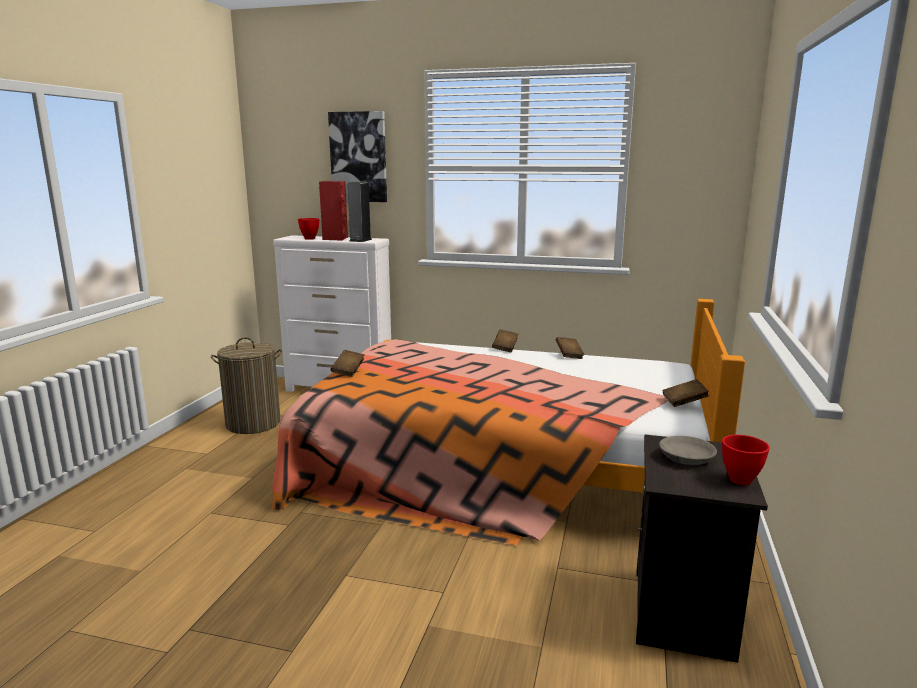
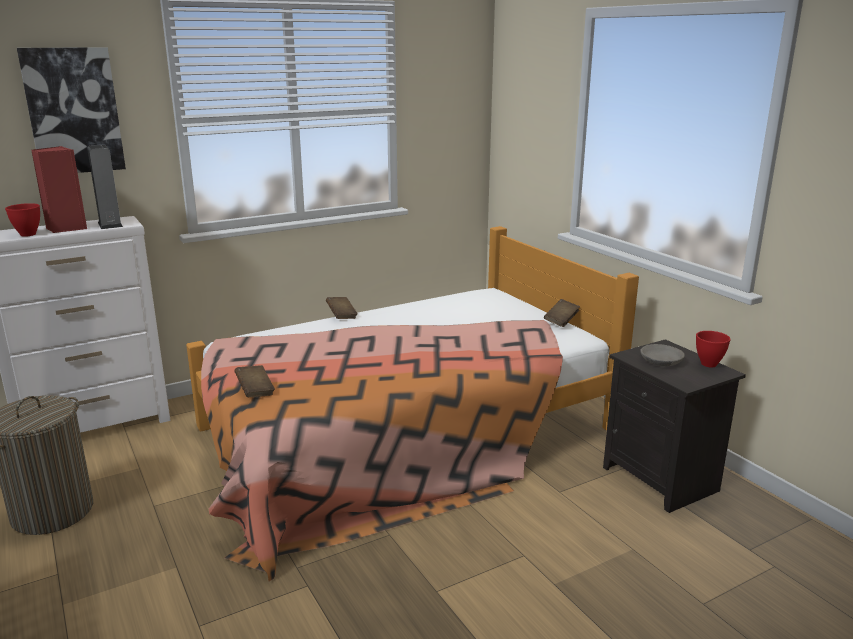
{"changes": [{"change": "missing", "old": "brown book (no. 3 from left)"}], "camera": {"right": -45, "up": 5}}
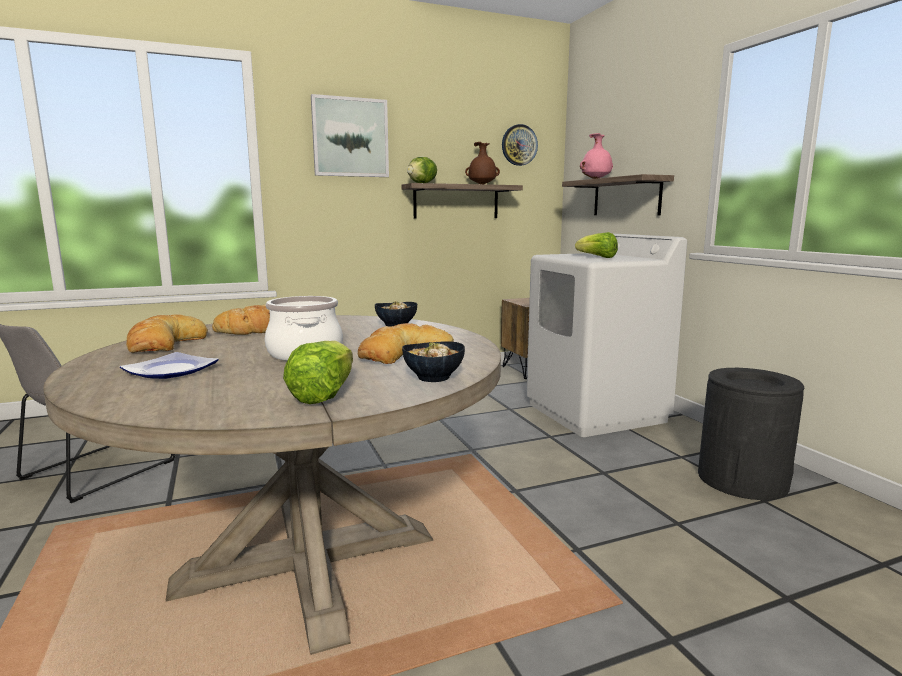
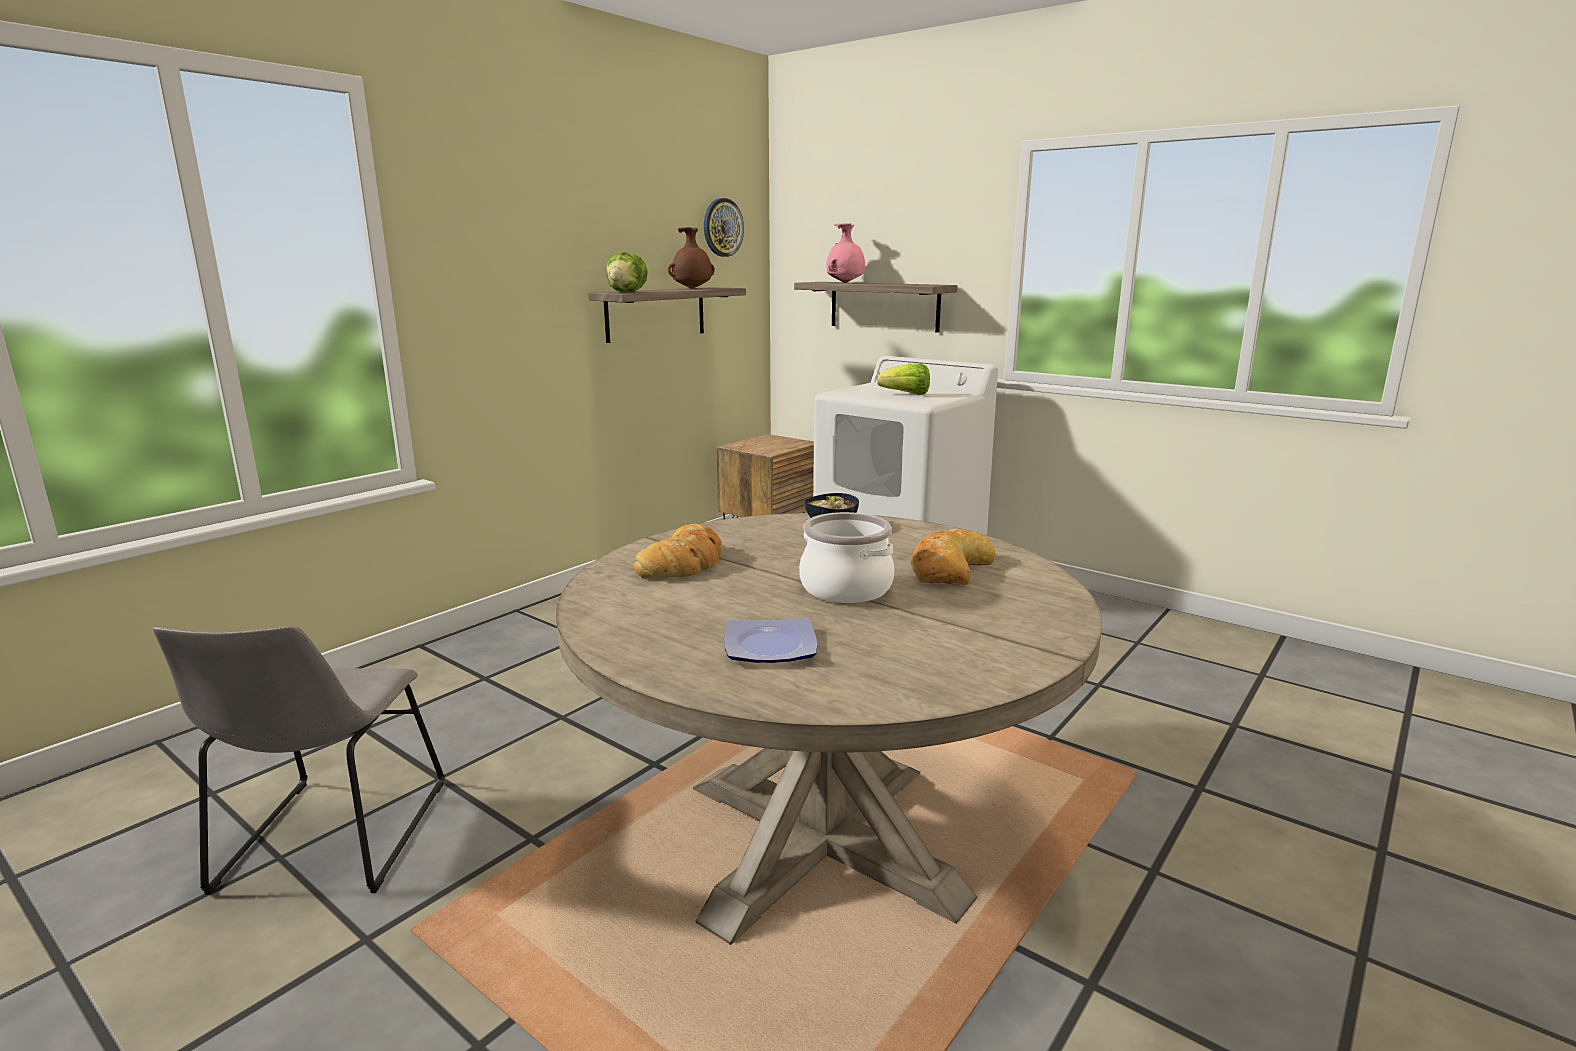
{"changes": [{"change": "missing", "old": "bread (no. 1 from left)"}, {"change": "missing", "old": "lettuce (no. 1 from left)"}, {"change": "missing", "old": "picture"}, {"change": "missing", "old": "bowl (no. 2 from left)"}, {"change": "missing", "old": "black trash can"}], "camera": {"right": -30, "up": 5}}
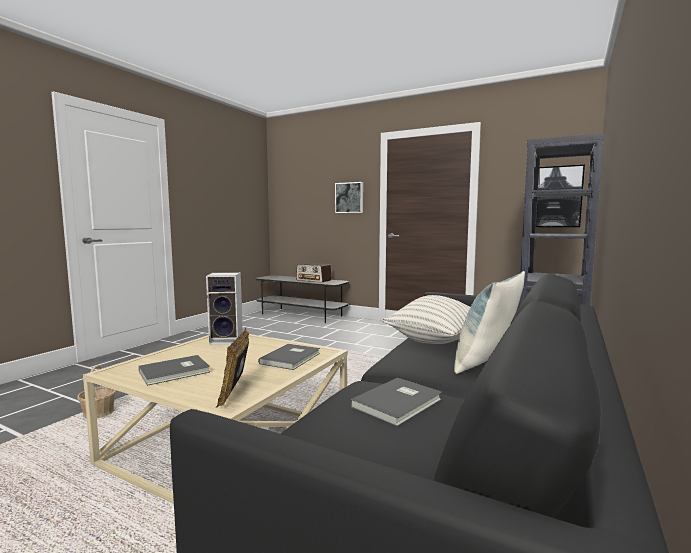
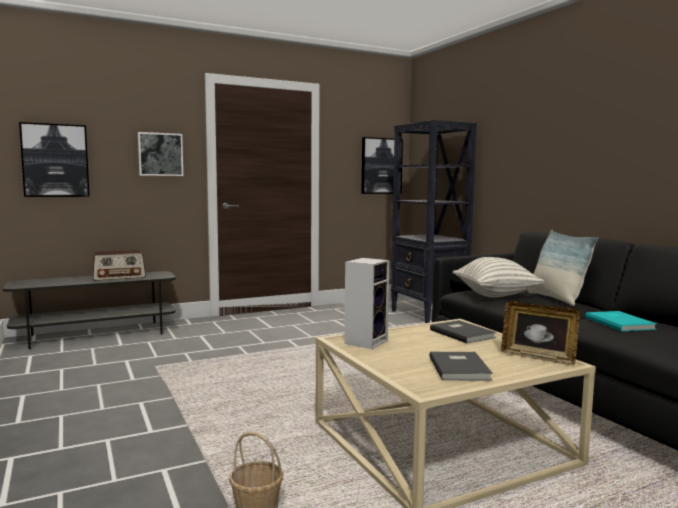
{"changes": [{"change": "appeared", "new": "picture (no. 1 from left)"}, {"change": "colour", "old": "grey book (no. 3 from left)", "new": "turquoise book"}], "camera": {"right": -55, "up": 0}}
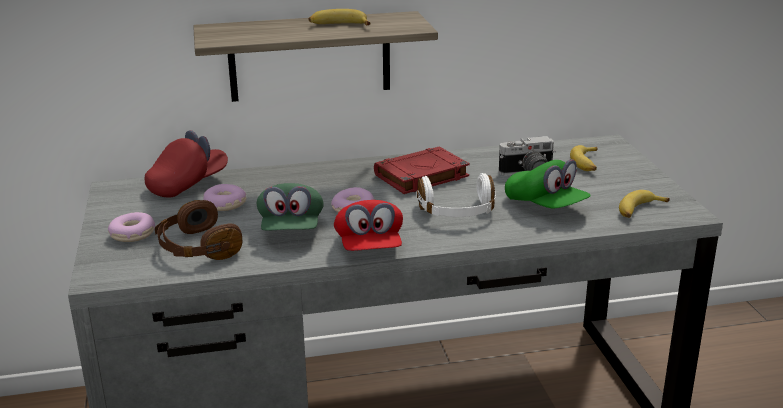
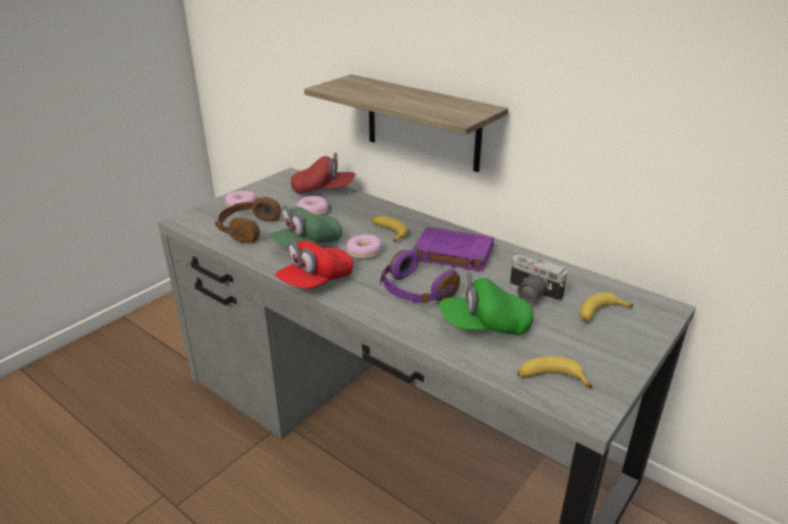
{"changes": [{"change": "relocated", "old": "banana (no. 1 from left)"}, {"change": "colour", "old": "white headphones", "new": "purple headphones"}, {"change": "colour", "old": "red book", "new": "purple book"}, {"change": "spun", "old": "green cap (no. 2 from left)", "degrees": 75}], "camera": {"right": 50, "up": 5}}
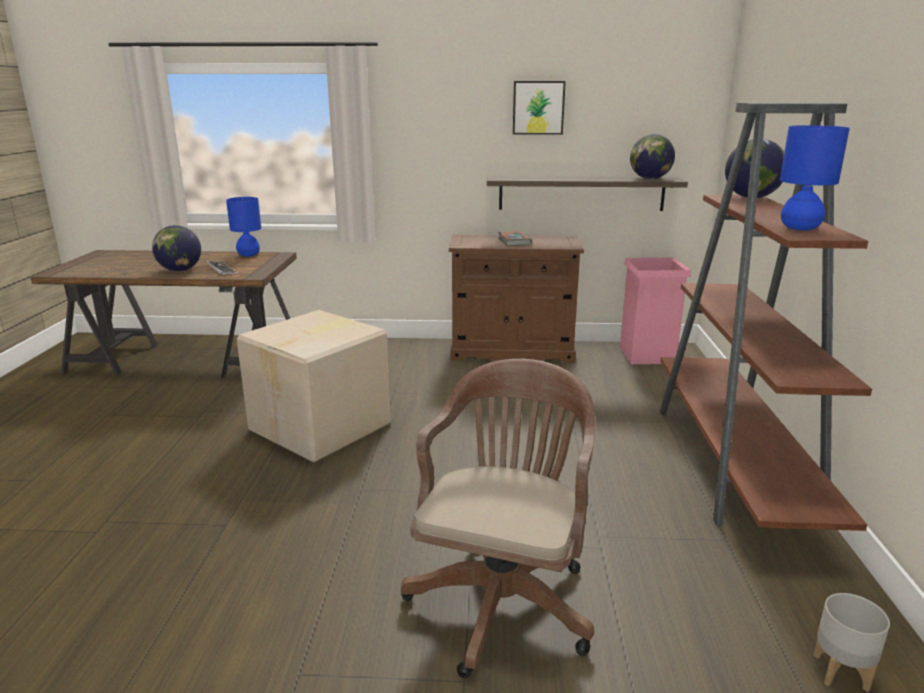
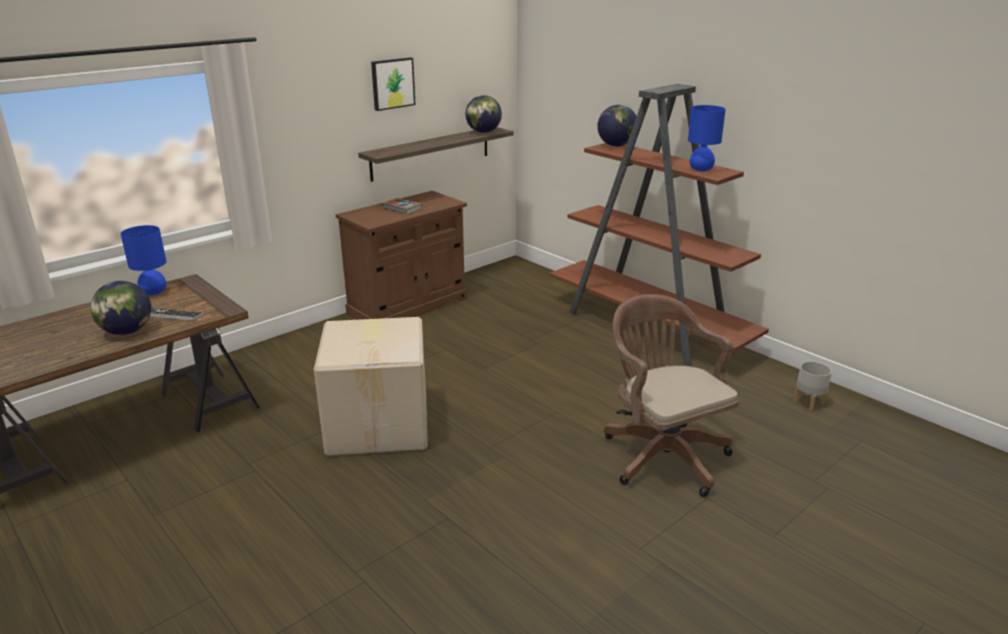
{"changes": [{"change": "missing", "old": "pink trash can"}], "camera": {"right": -45, "up": 5}}
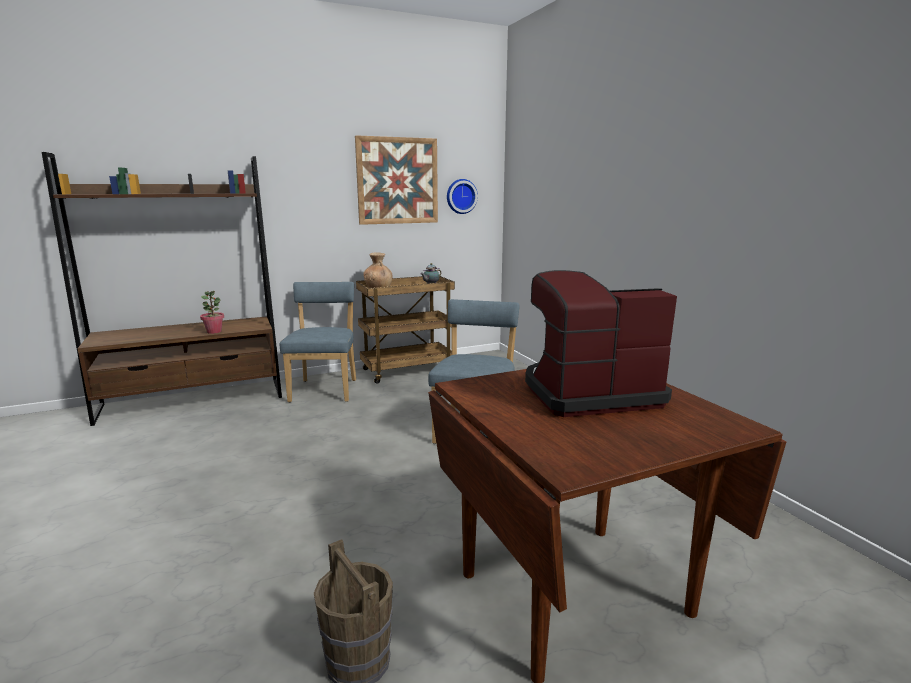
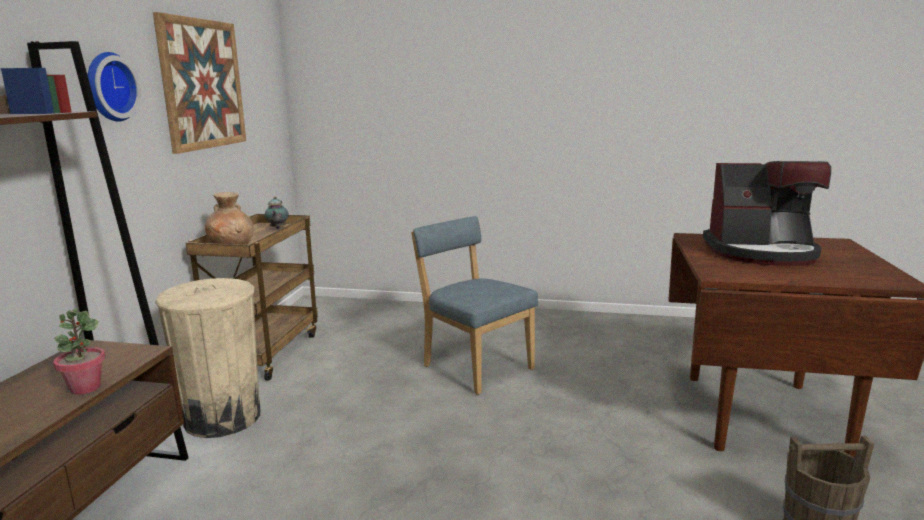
{"changes": [{"change": "relocated", "old": "wall clock"}, {"change": "exchanged", "old": "blue chair (no. 1 from left)", "new": "beige trash can"}, {"change": "spun", "old": "coffee machine", "degrees": -105}], "camera": {"right": -55, "up": 0}}
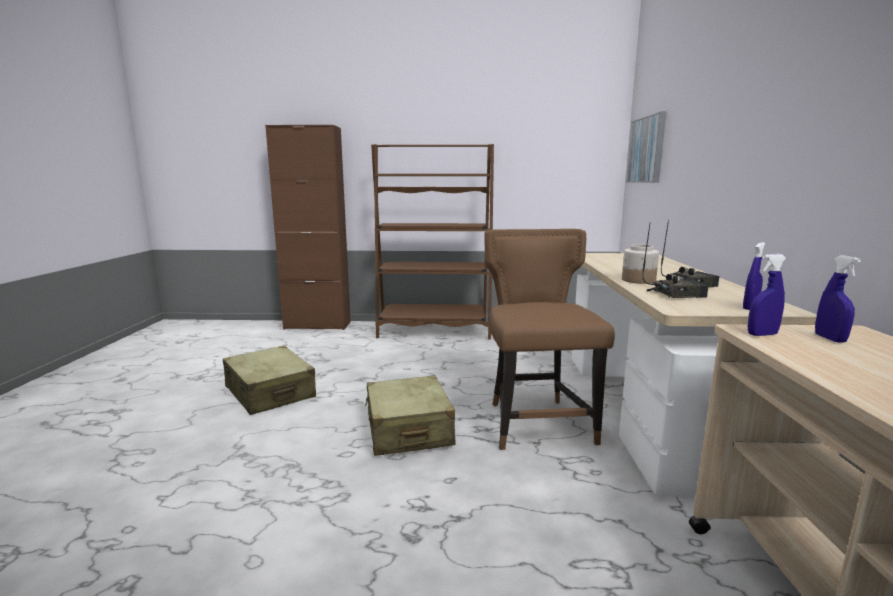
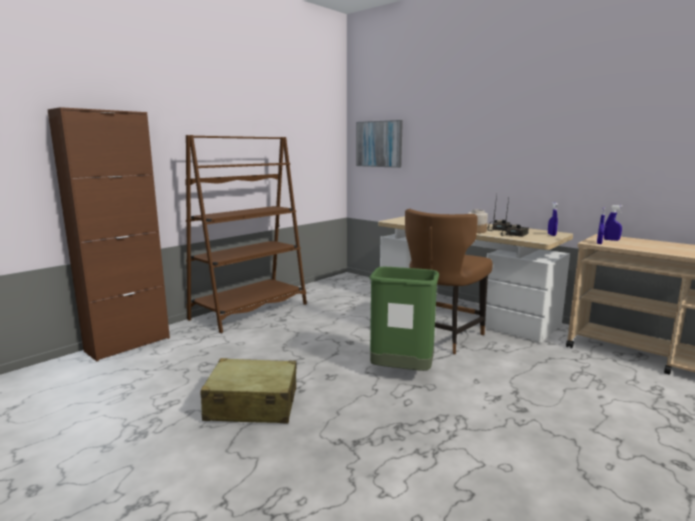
{"changes": [{"change": "exchanged", "old": "beige suitcase (no. 2 from left)", "new": "green trash can"}, {"change": "spun", "old": "brown chair", "degrees": -90}], "camera": {"right": -50, "up": 0}}
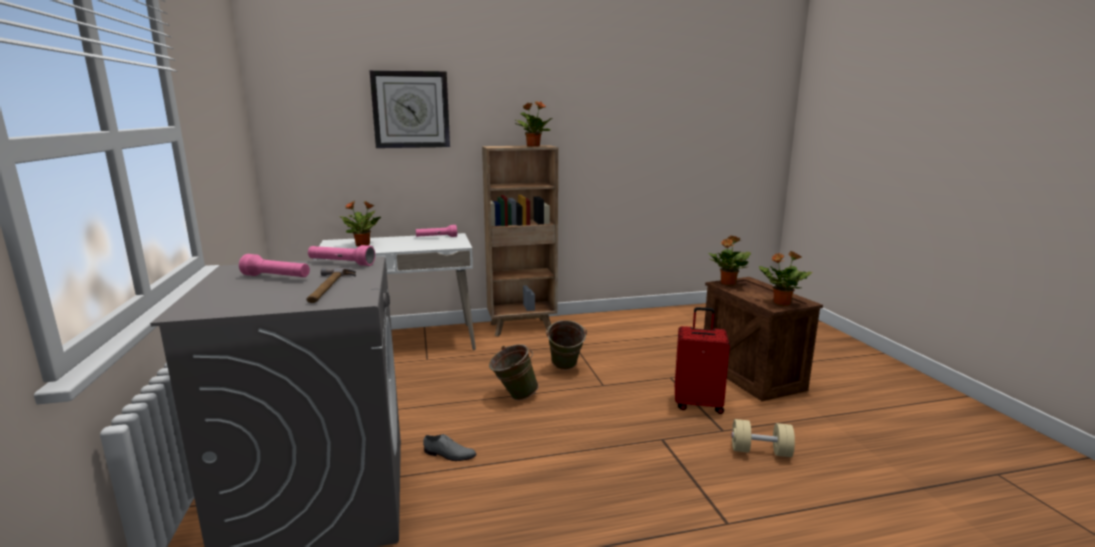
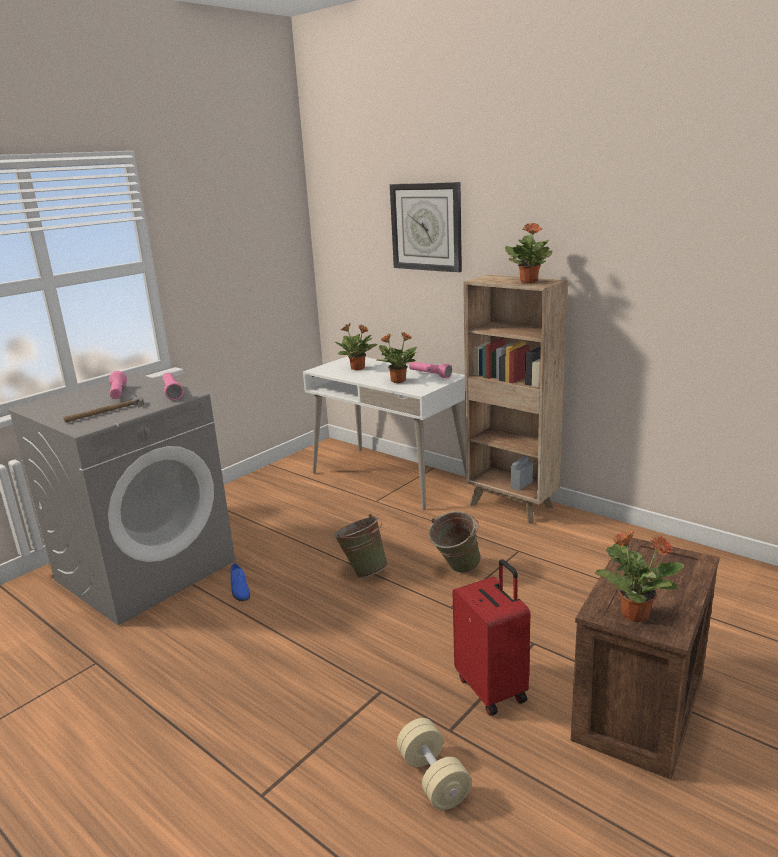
{"changes": [{"change": "colour", "old": "grey shoe", "new": "blue shoe"}, {"change": "relocated", "old": "potted plant (no. 3 from left in the first image)", "new": "potted plant (no. 2 from left)"}], "camera": {"right": 55, "up": 5}}
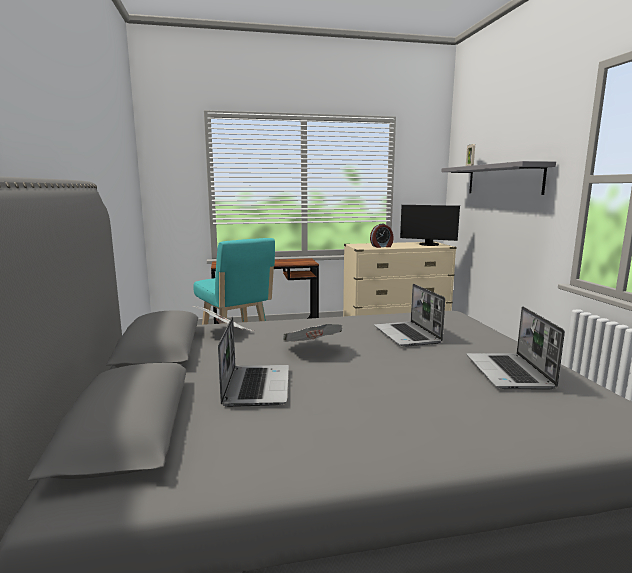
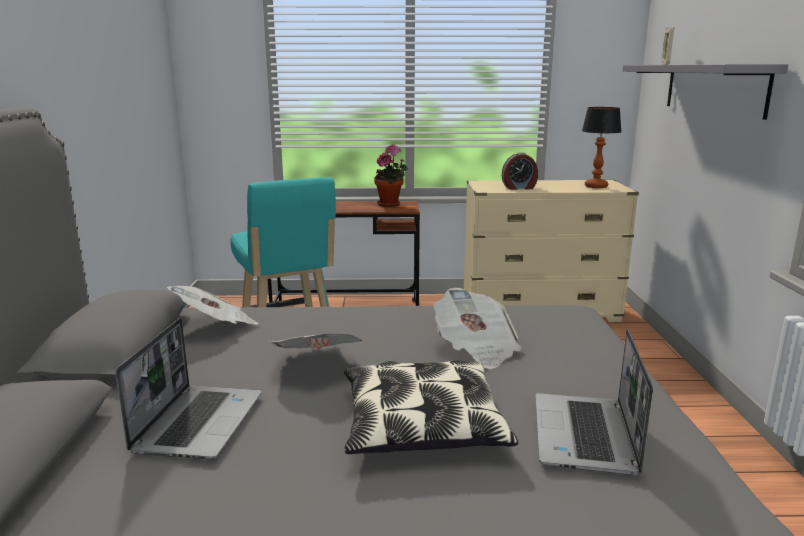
{"changes": [{"change": "appeared", "new": "pillow"}, {"change": "appeared", "new": "potted plant"}, {"change": "exchanged", "old": "laptop (no. 2 from left)", "new": "newspaper (no. 3 from left)"}, {"change": "exchanged", "old": "monitor", "new": "table lamp"}], "camera": {"right": 10, "up": 5}}
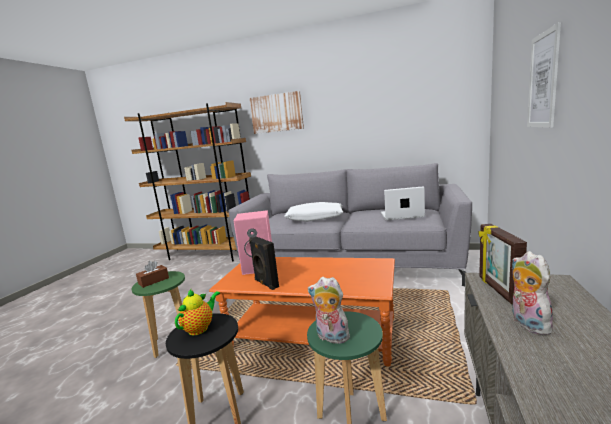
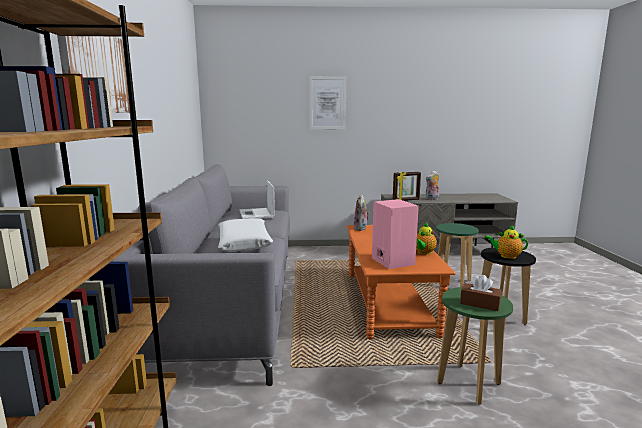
{"changes": [{"change": "relocated", "old": "plush toy (no. 1 from left)"}, {"change": "exchanged", "old": "black speaker", "new": "teapot (no. 1 from left)"}], "camera": {"right": -110, "up": 0}}
